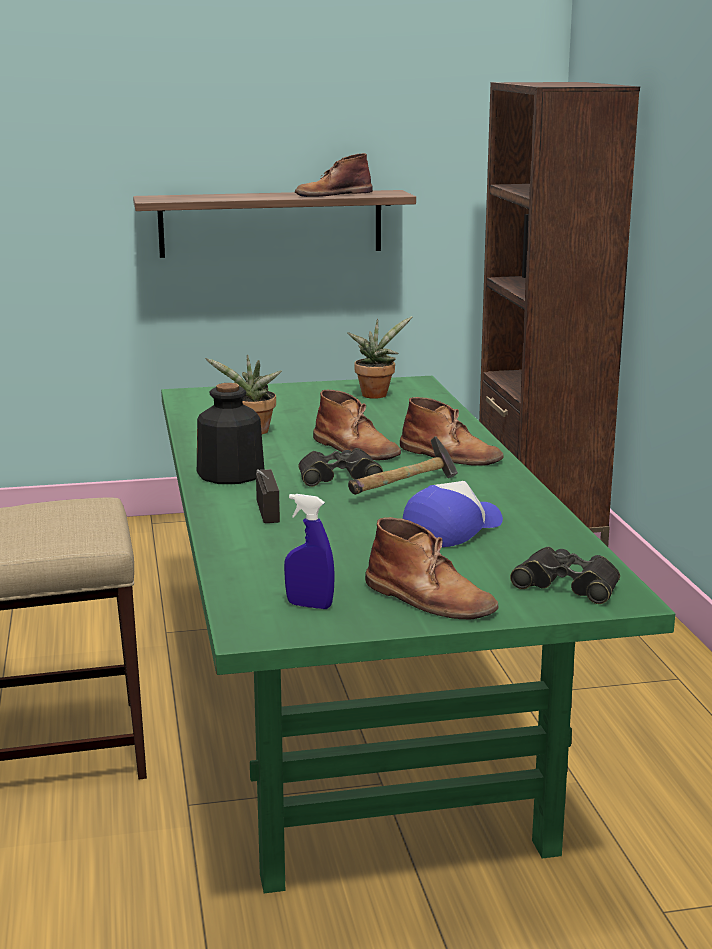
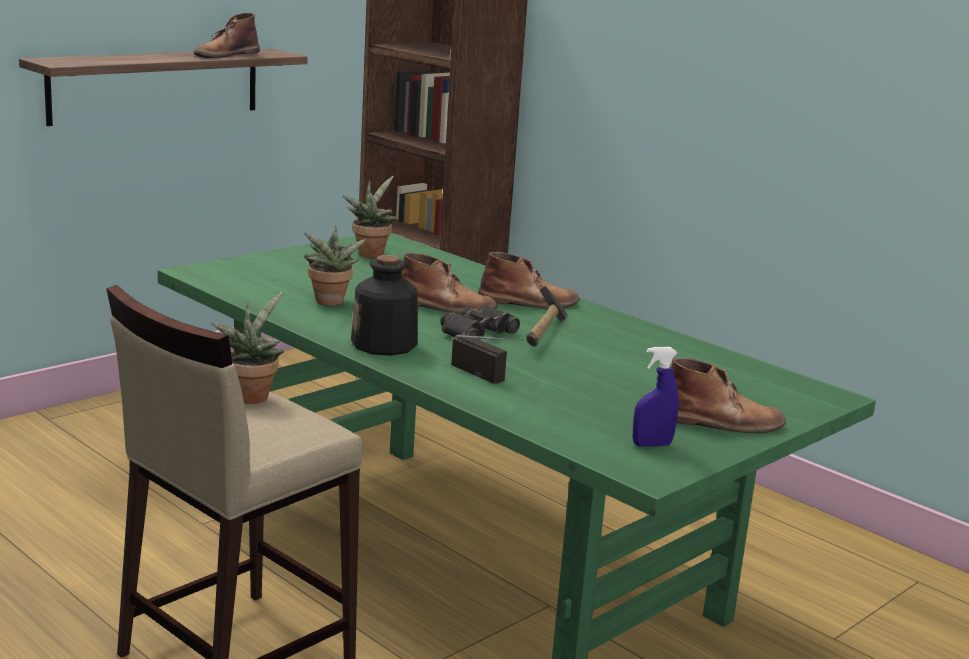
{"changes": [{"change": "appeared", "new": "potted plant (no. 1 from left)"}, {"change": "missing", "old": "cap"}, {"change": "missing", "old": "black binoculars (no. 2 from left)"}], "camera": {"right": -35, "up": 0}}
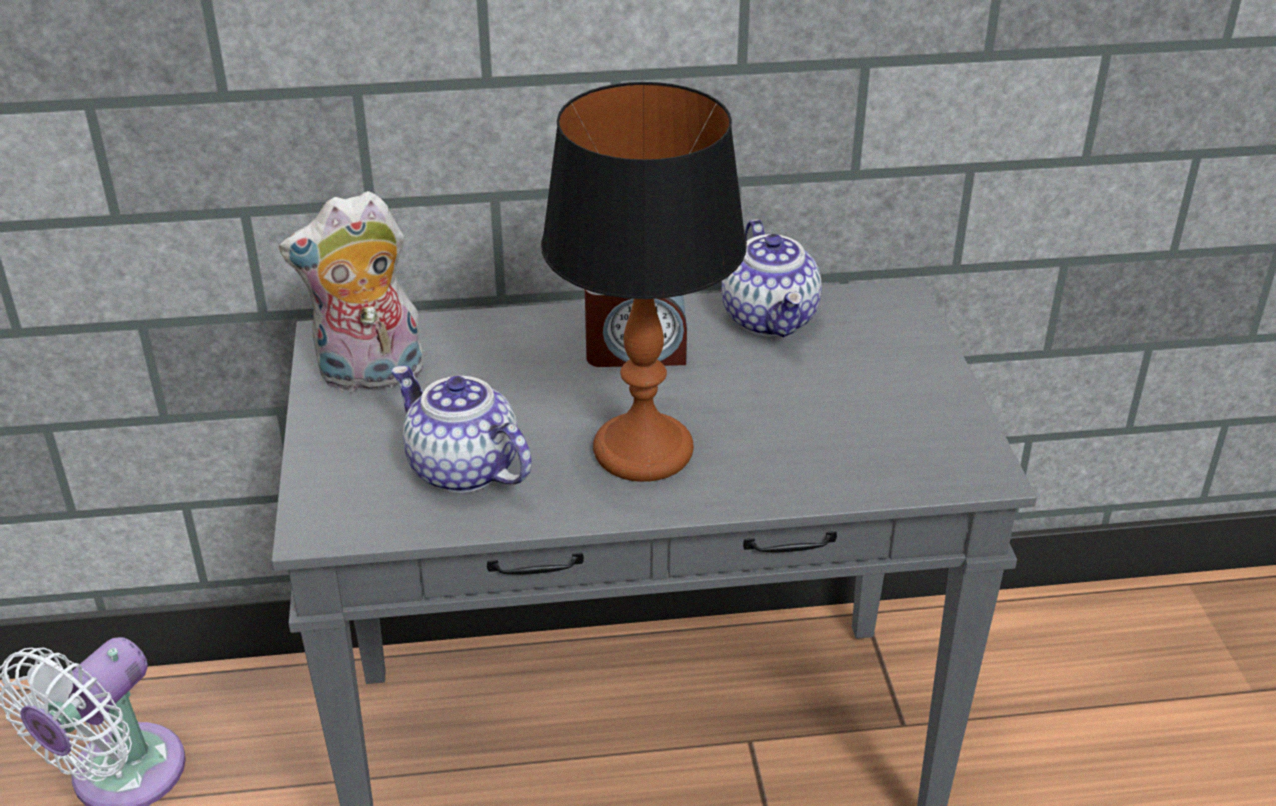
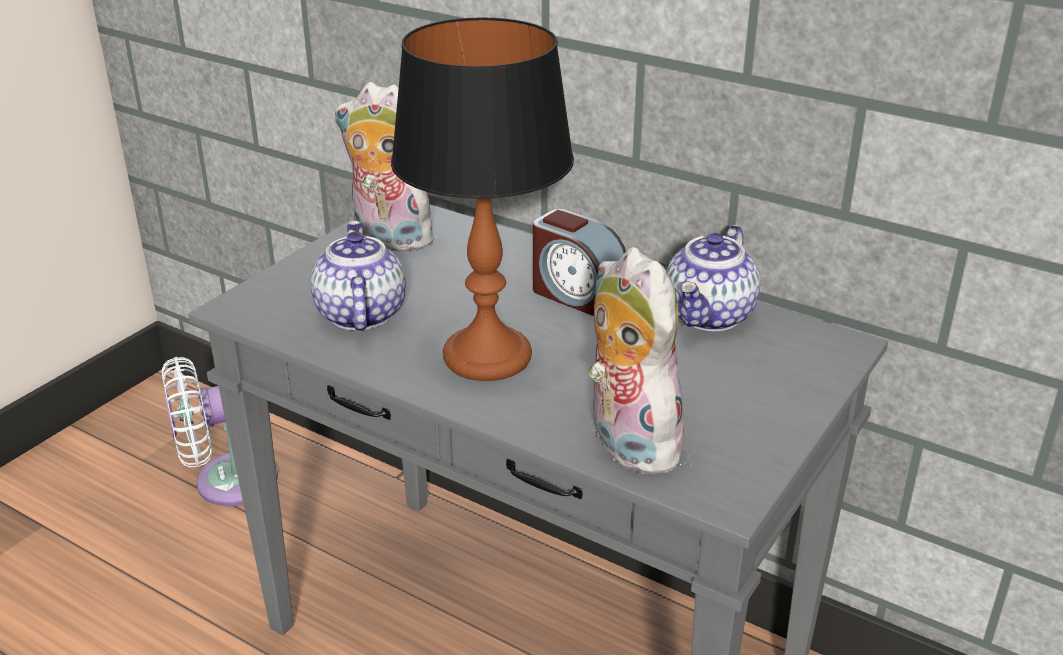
{"changes": [{"change": "appeared", "new": "plush toy (no. 2 from left)"}], "camera": {"right": 40, "up": -5}}
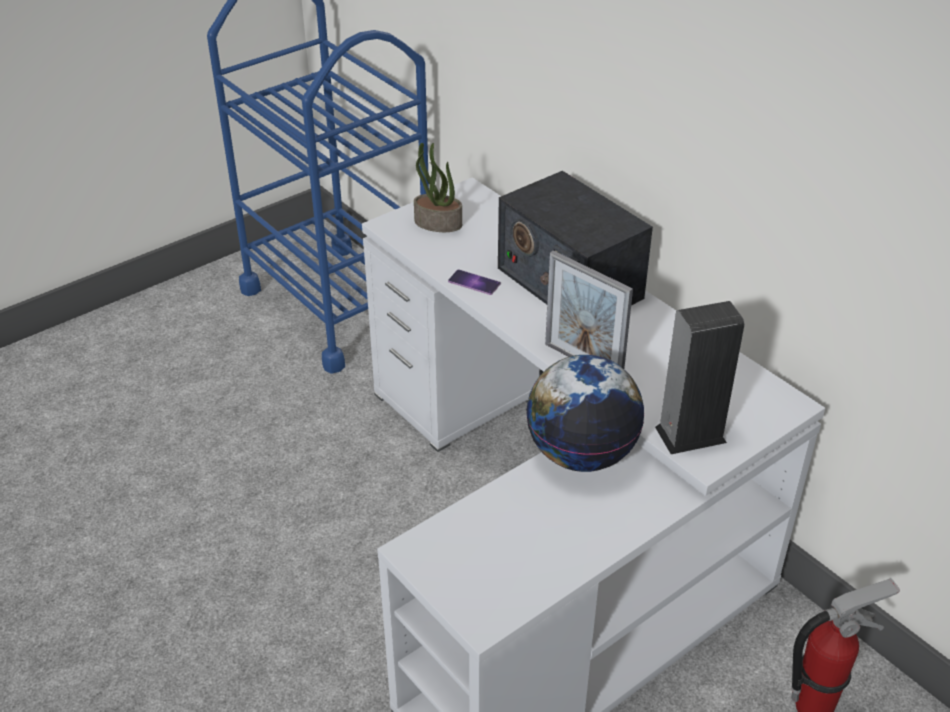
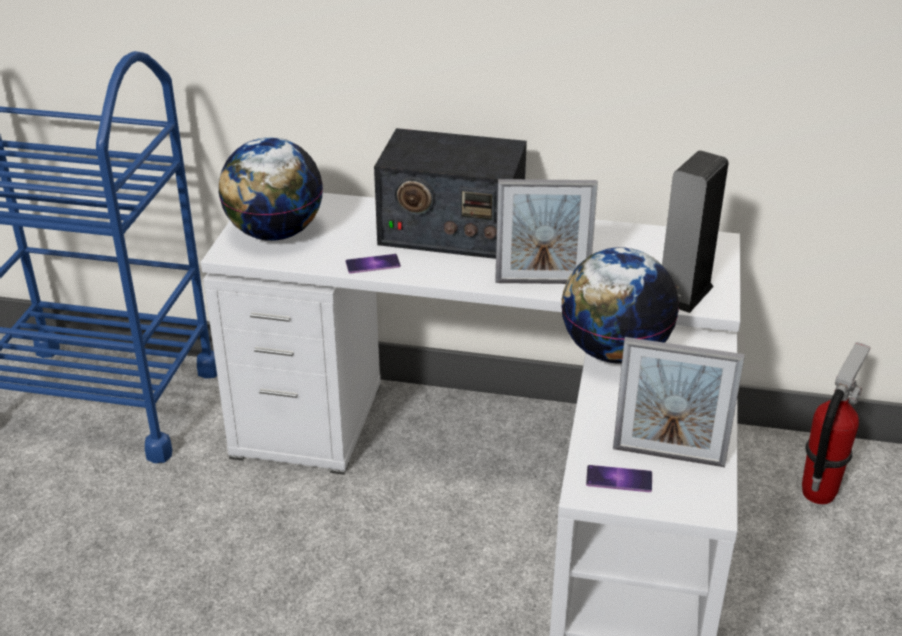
{"changes": [{"change": "exchanged", "old": "potted plant", "new": "globe (no. 1 from left)"}, {"change": "appeared", "new": "phone (no. 2 from left)"}, {"change": "appeared", "new": "picture frame (no. 2 from left)"}], "camera": {"right": -40, "up": -5}}
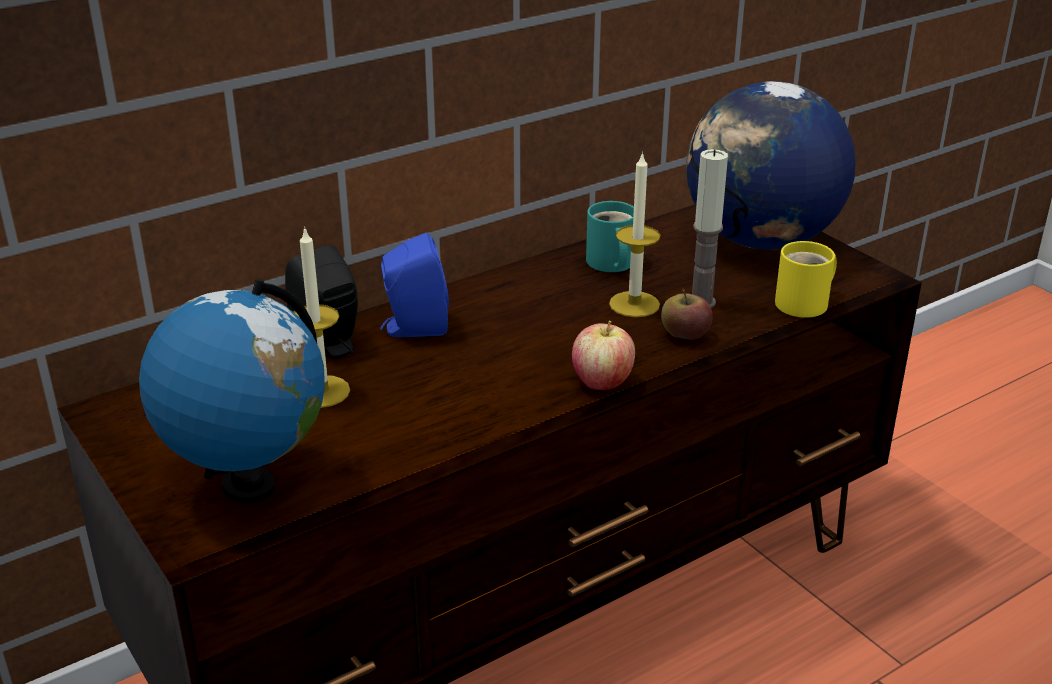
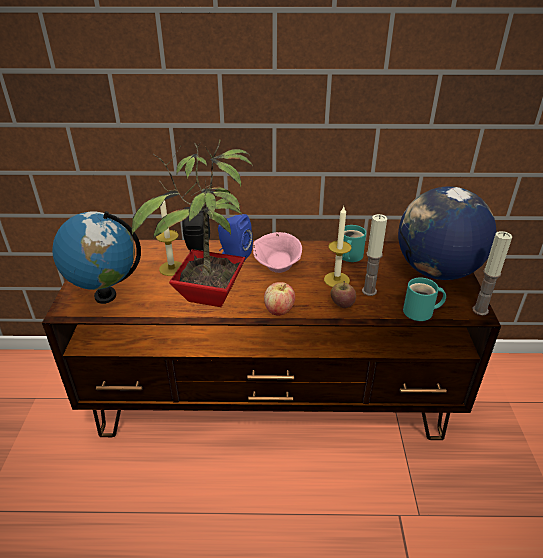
{"changes": [{"change": "appeared", "new": "potted plant"}, {"change": "appeared", "new": "pink bowl"}, {"change": "colour", "old": "yellow mug", "new": "turquoise mug (no. 2 from left)"}, {"change": "appeared", "new": "candle (no. 4 from left)"}], "camera": {"right": 35, "up": 5}}
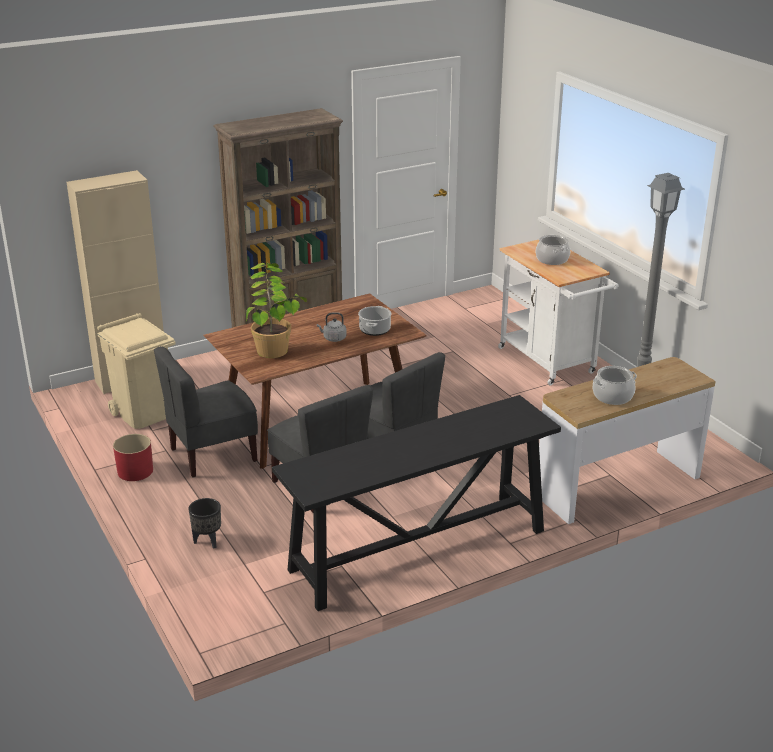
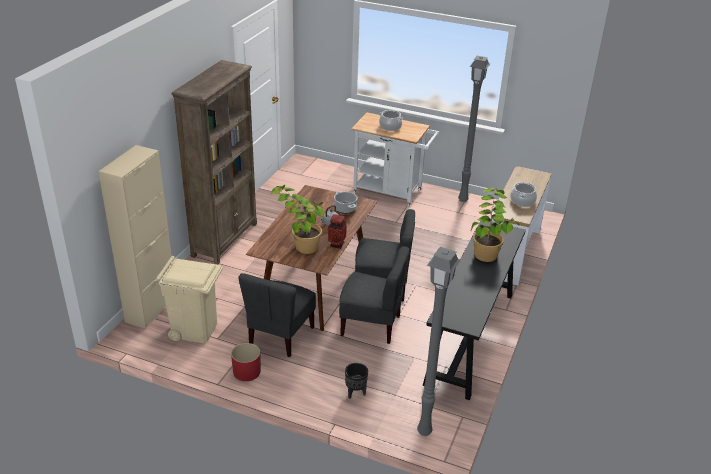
{"changes": [{"change": "appeared", "new": "vase"}, {"change": "appeared", "new": "grey floor lamp (no. 1 from left)"}, {"change": "appeared", "new": "potted plant (no. 2 from left)"}], "camera": {"right": -40, "up": 5}}
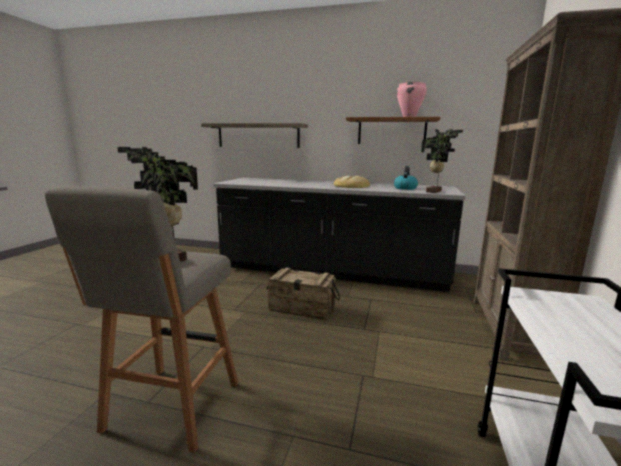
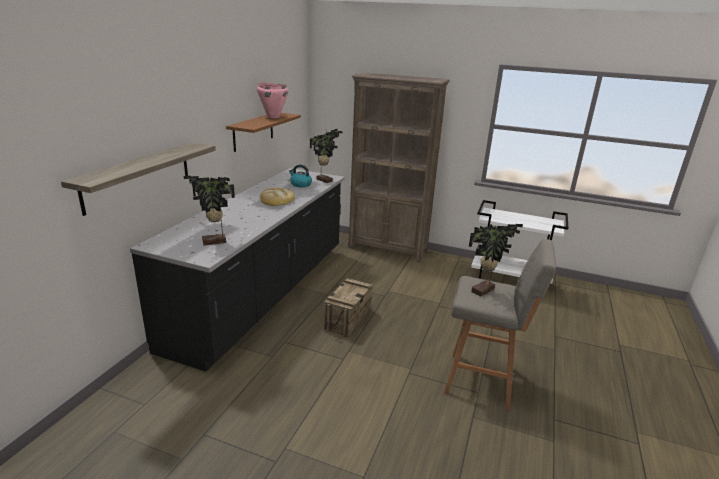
{"changes": [{"change": "appeared", "new": "potted plant (no. 1 from left)"}], "camera": {"right": -85, "up": 10}}
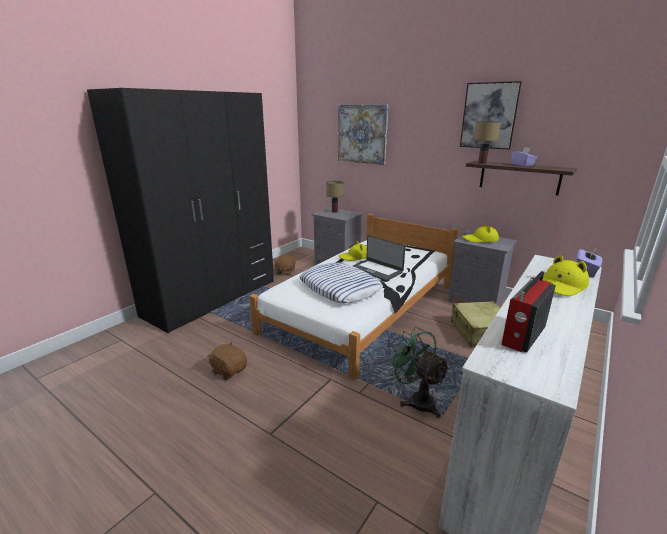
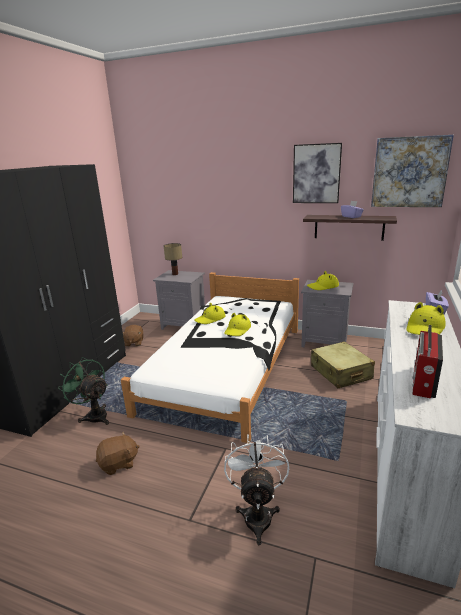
{"changes": [{"change": "relocated", "old": "green fan"}, {"change": "spun", "old": "brown plush toy (no. 1 from left)", "degrees": 135}, {"change": "exchanged", "old": "laptop", "new": "yellow hat (no. 2 from left)"}, {"change": "appeared", "new": "white fan"}, {"change": "relocated", "old": "picture (no. 1 from left in the first image)", "new": "picture (no. 2 from left)"}, {"change": "missing", "old": "pillow"}, {"change": "missing", "old": "table lamp (no. 2 from left)"}], "camera": {"right": -15, "up": 0}}
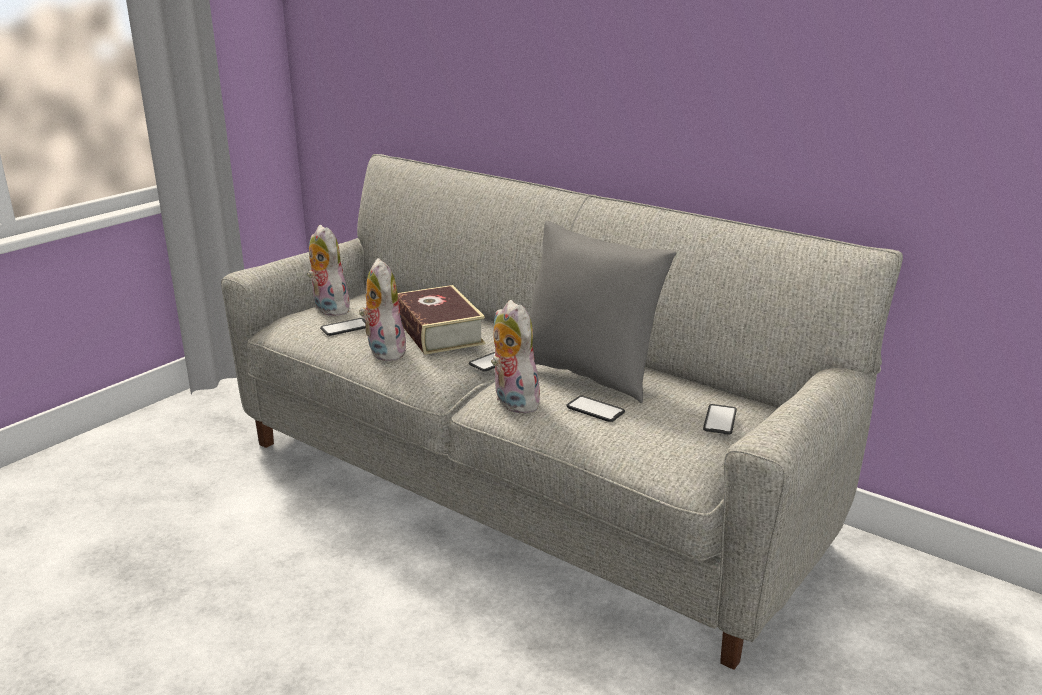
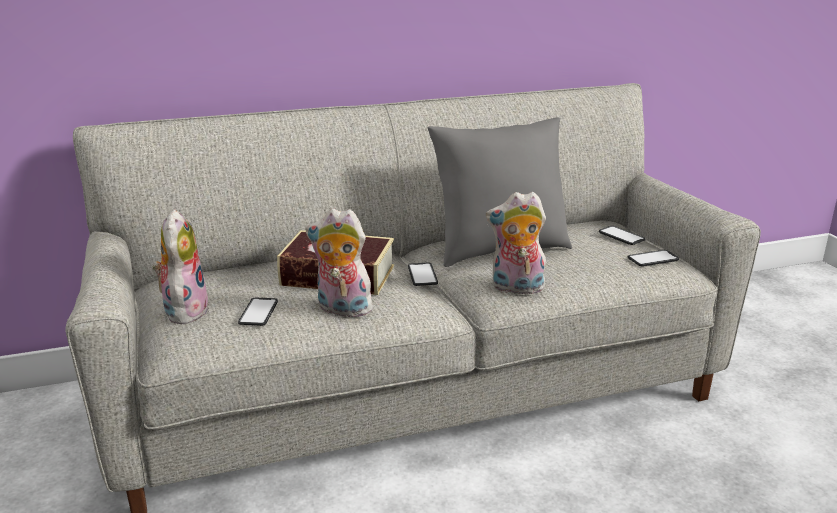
{"changes": [{"change": "spun", "old": "plush toy (no. 1 from left)", "degrees": 90}, {"change": "relocated", "old": "phone (no. 3 from left in the first image)", "new": "phone (no. 4 from left)"}], "camera": {"right": -55, "up": 0}}
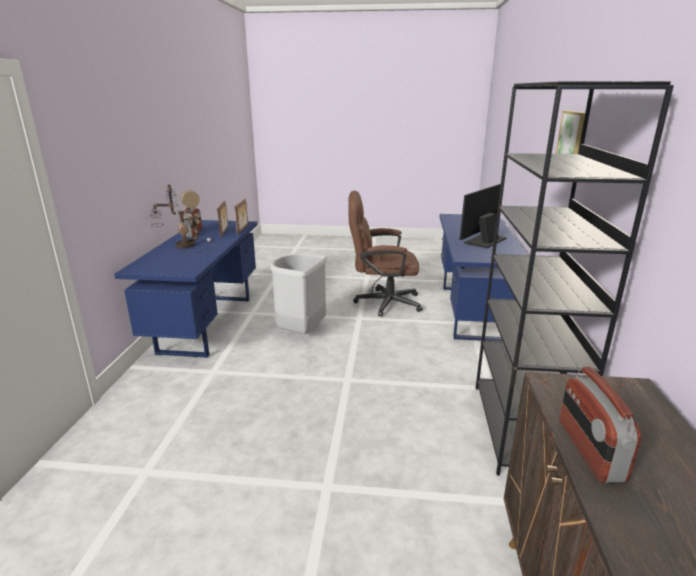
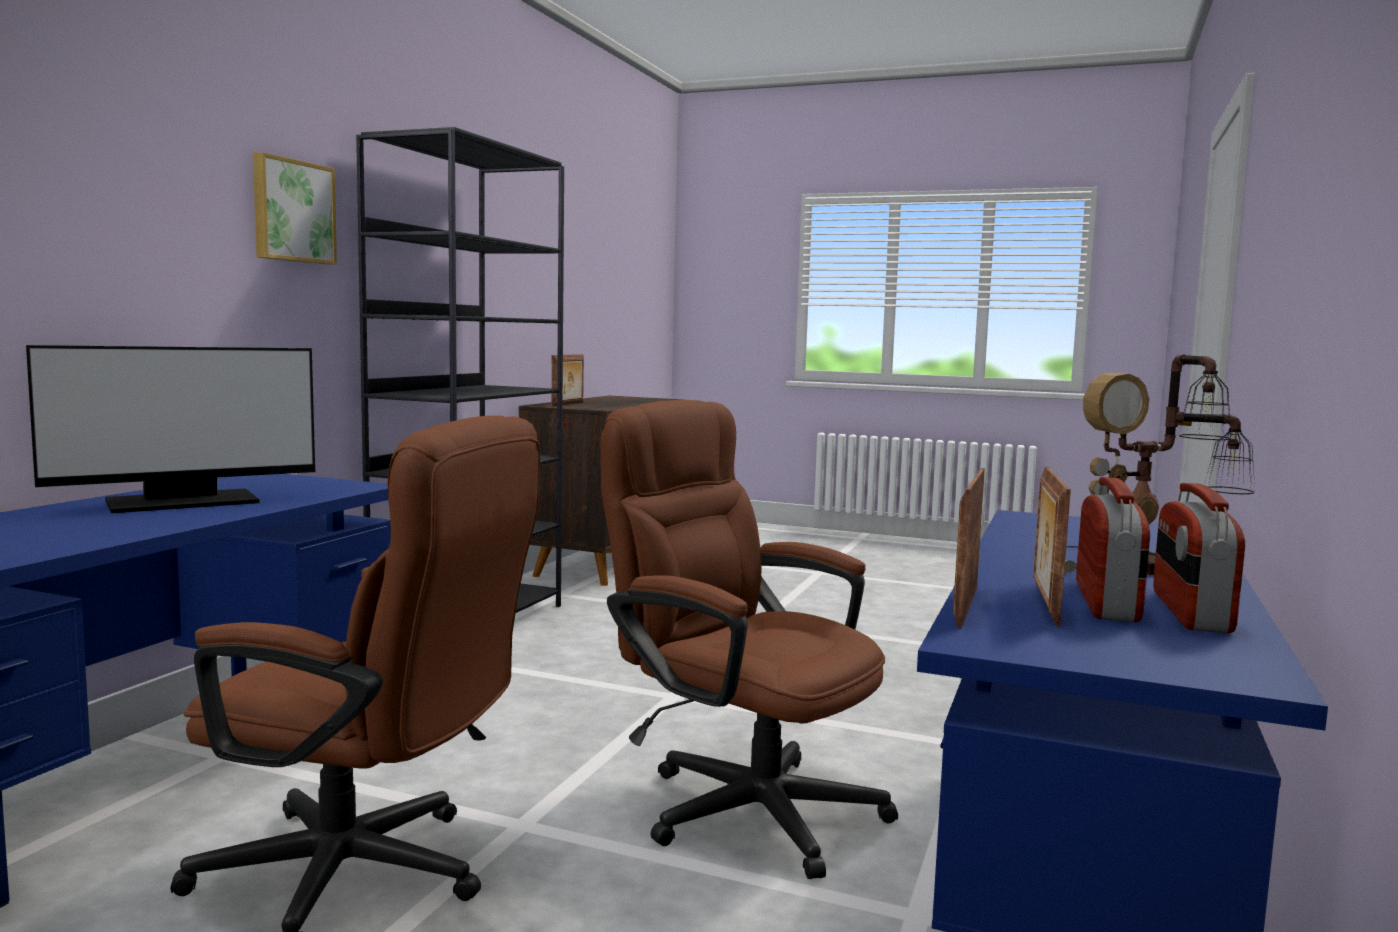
{"changes": [{"change": "appeared", "new": "picture frame (no. 1 from left)"}, {"change": "exchanged", "old": "grey trash can", "new": "brown office chair (no. 2 from left)"}, {"change": "relocated", "old": "radio (no. 2 from left in the first image)", "new": "radio (no. 1 from left)"}], "camera": {"right": -165, "up": -15}}
